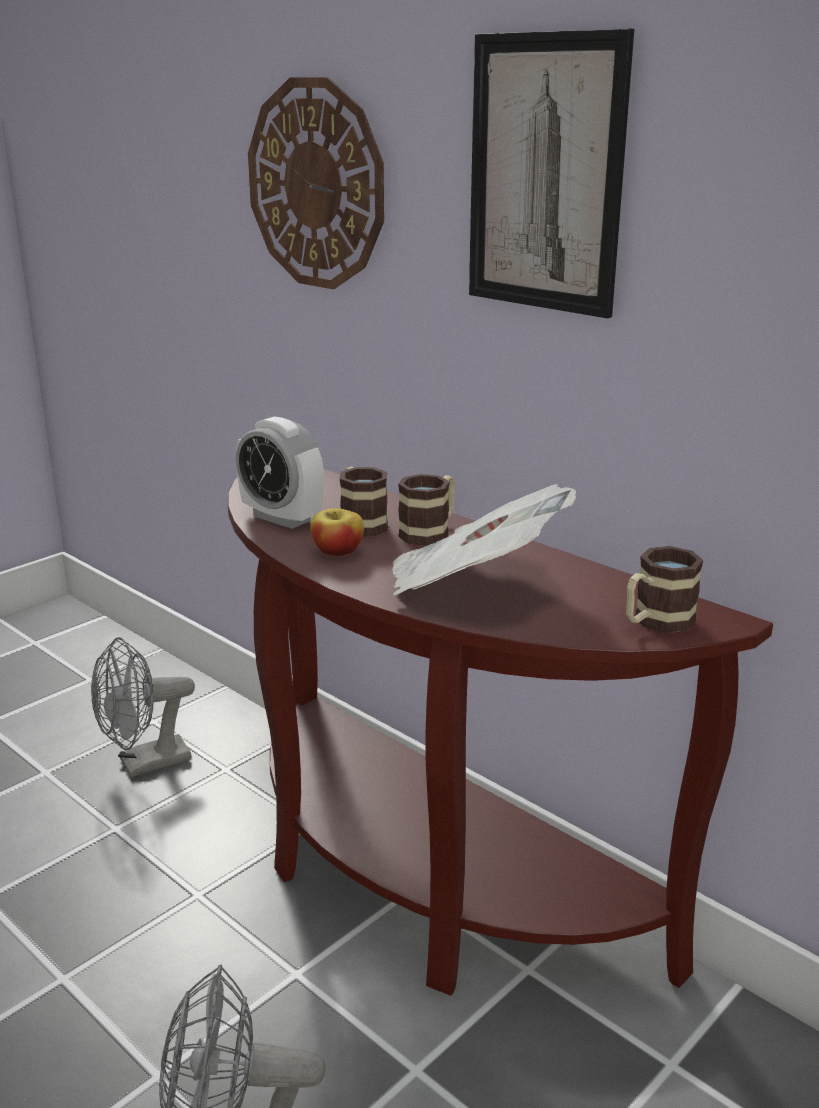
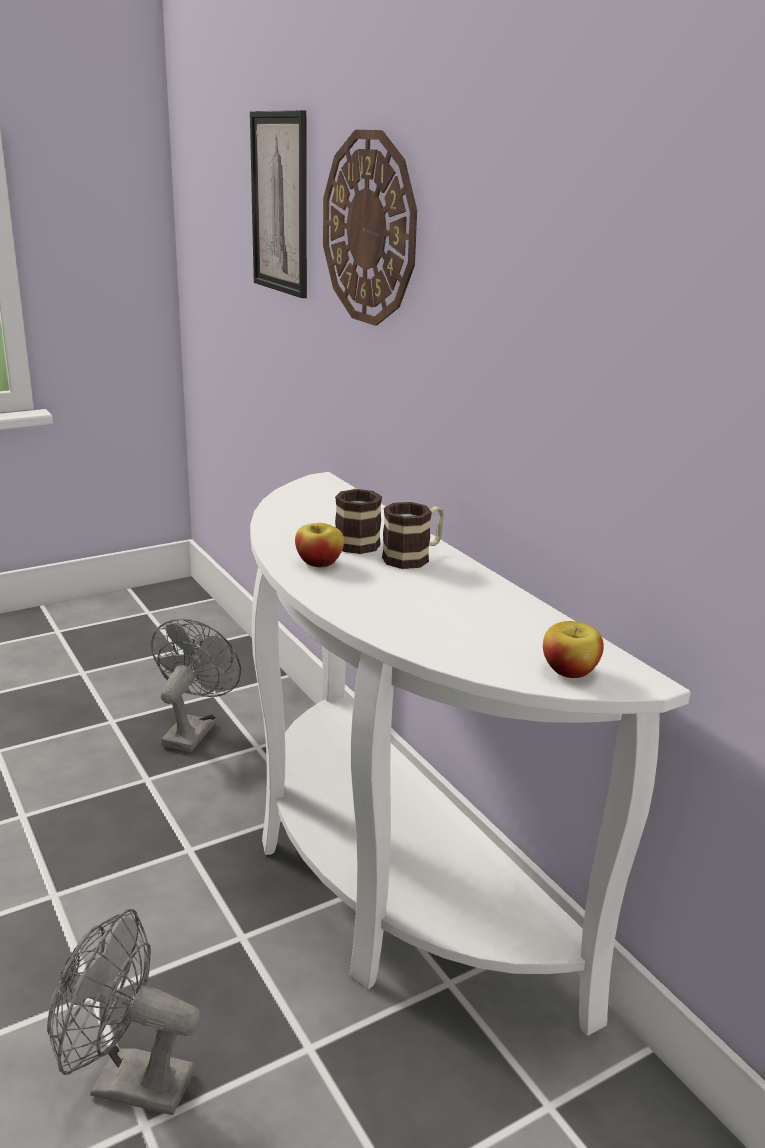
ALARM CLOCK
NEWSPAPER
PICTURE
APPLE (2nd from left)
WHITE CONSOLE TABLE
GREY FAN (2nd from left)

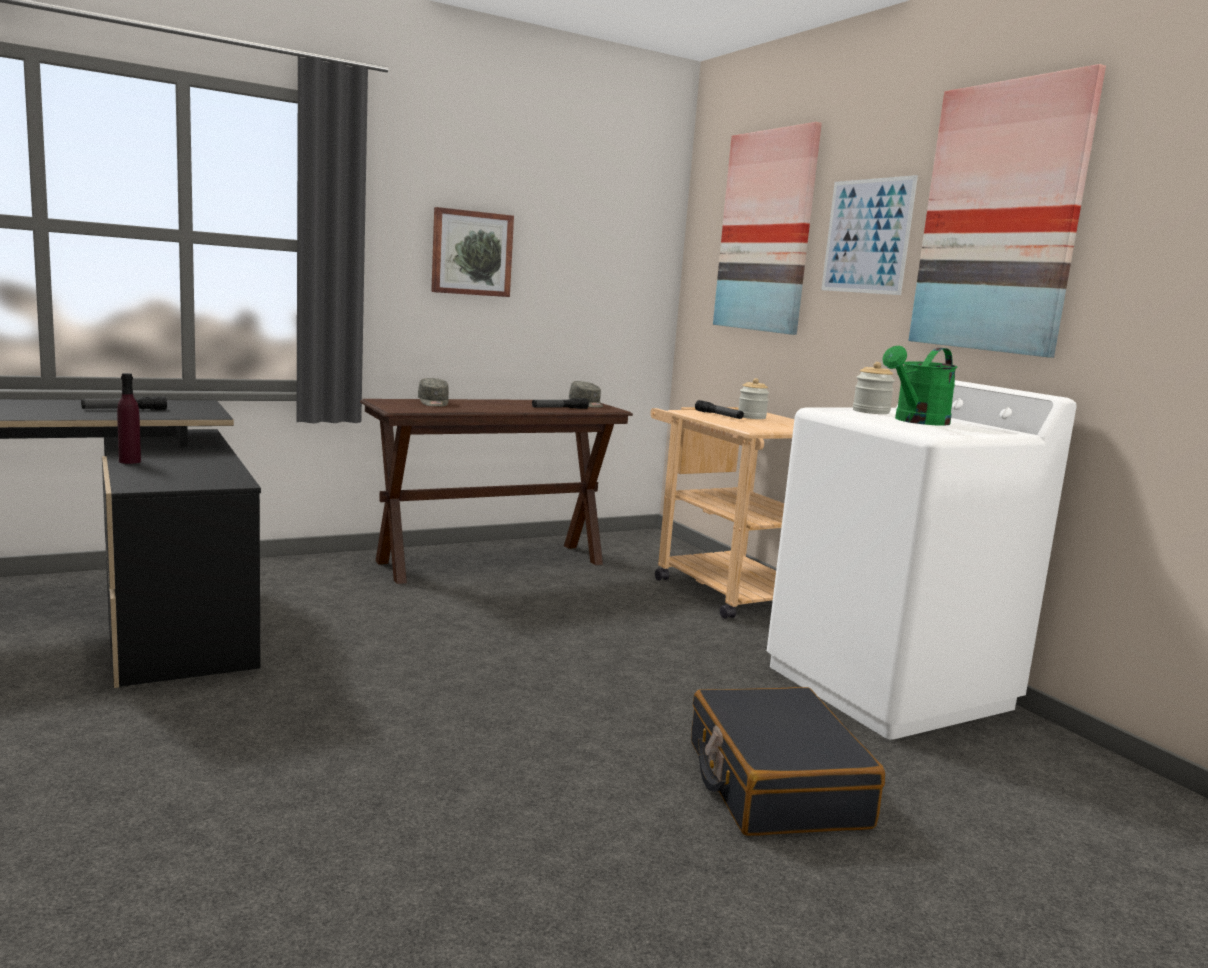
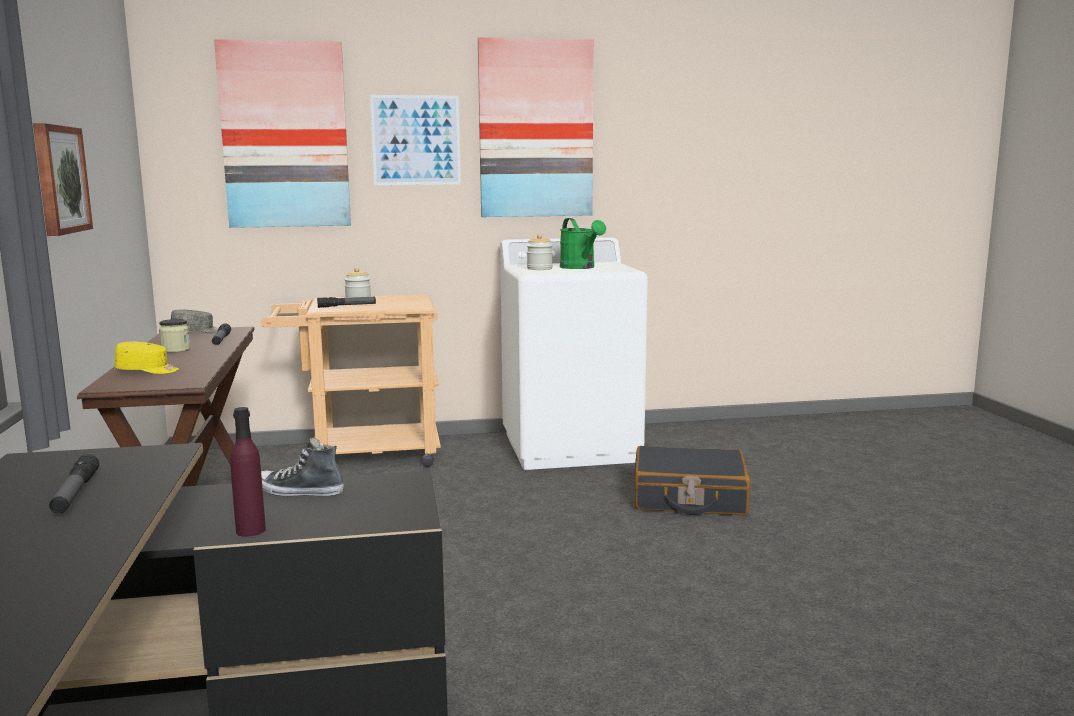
JAR (1st from left)
SHOE
YELLOW CAP

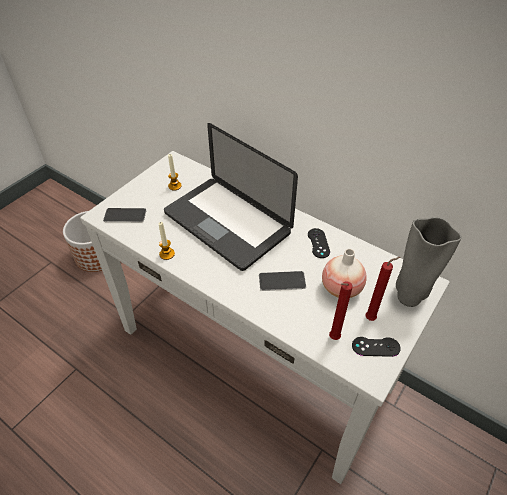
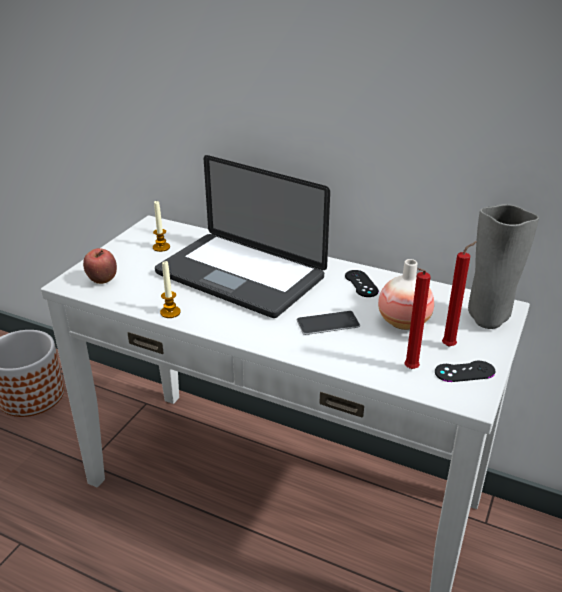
APPLE

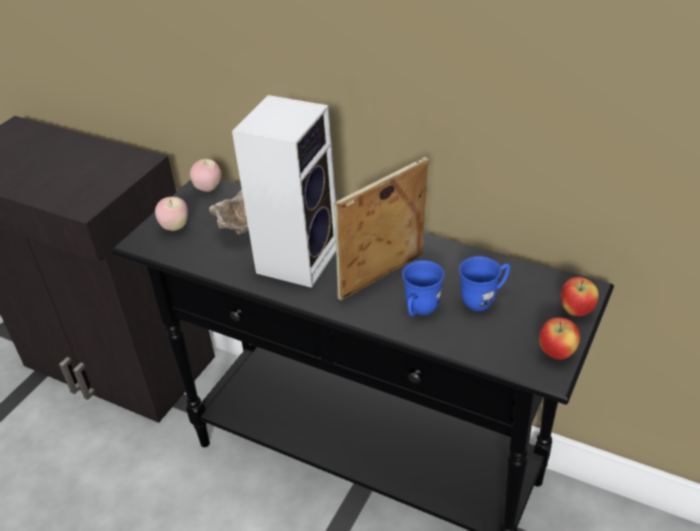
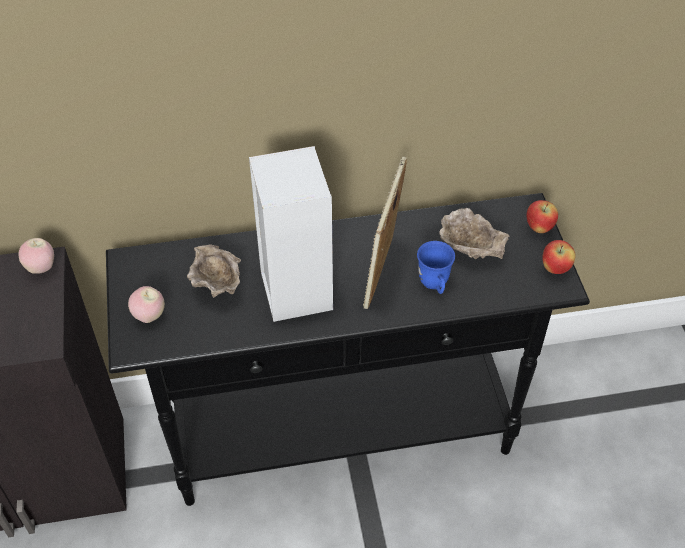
APPLE (1st from left)
BEIGE BOWL (2nd from left)

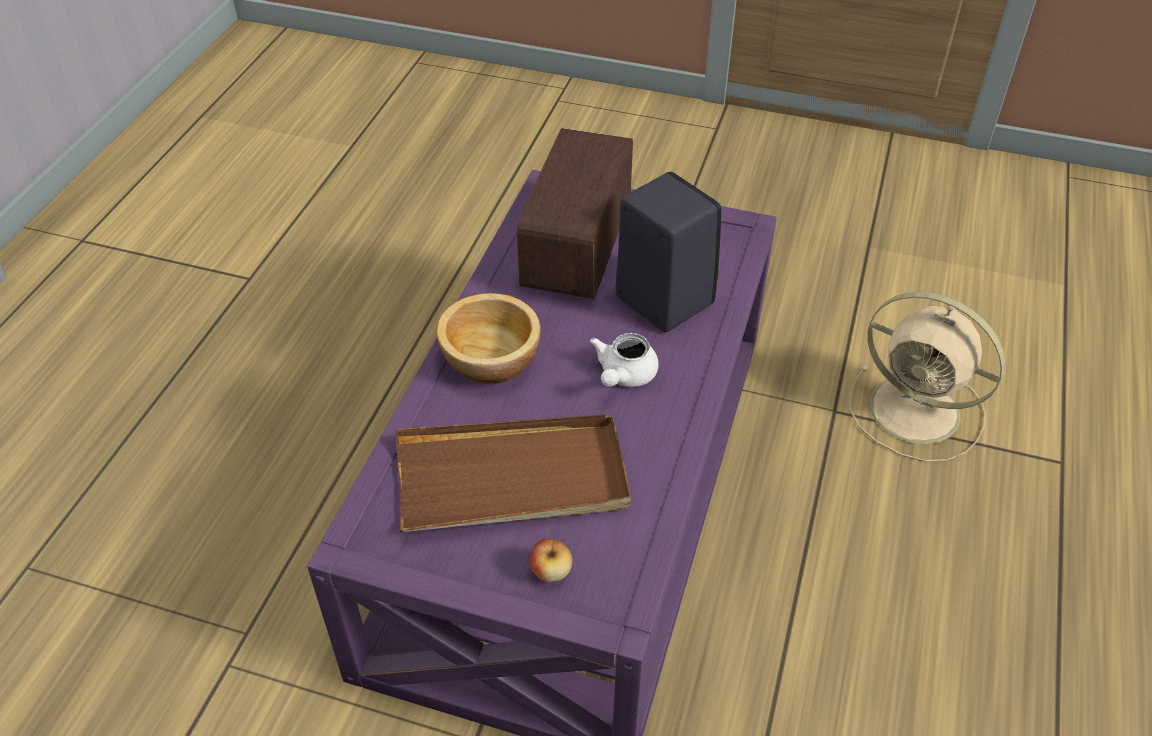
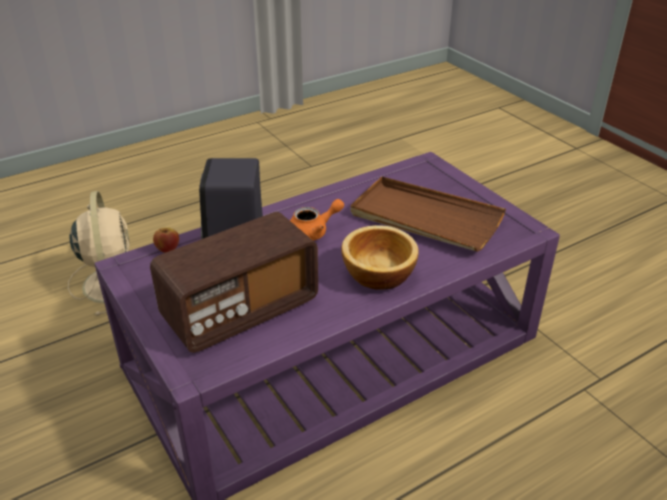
APPLE
ORANGE TEAPOT

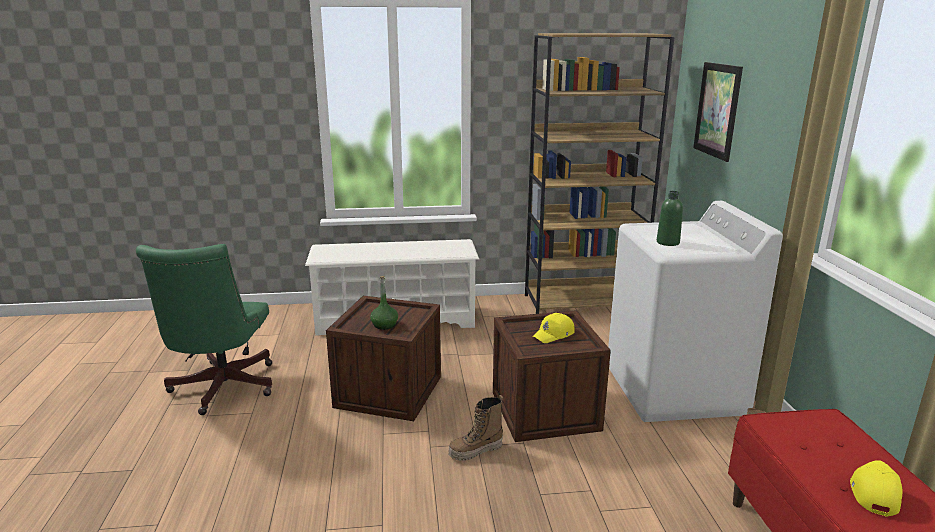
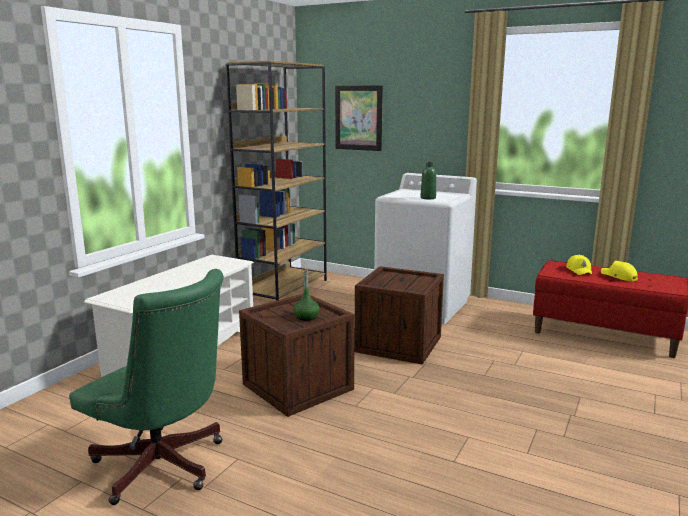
BOOT
YELLOW CAP (1st from left)

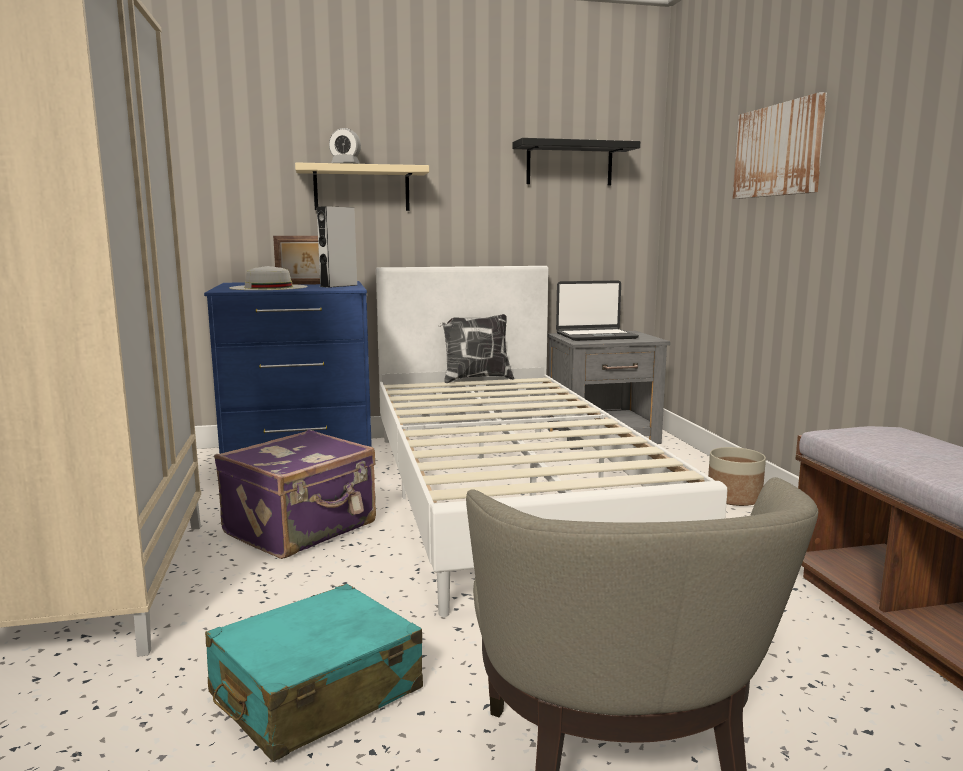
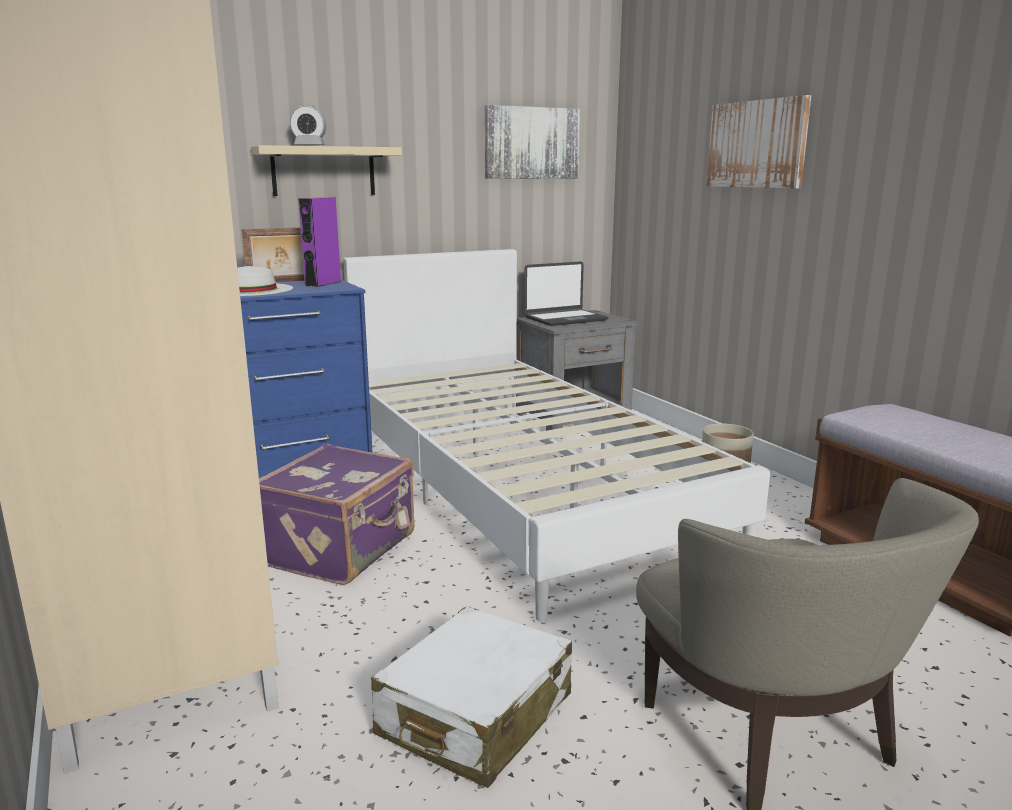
PILLOW
PICTURE (1st from left)
WHITE SUITCASE
PURPLE SPEAKER

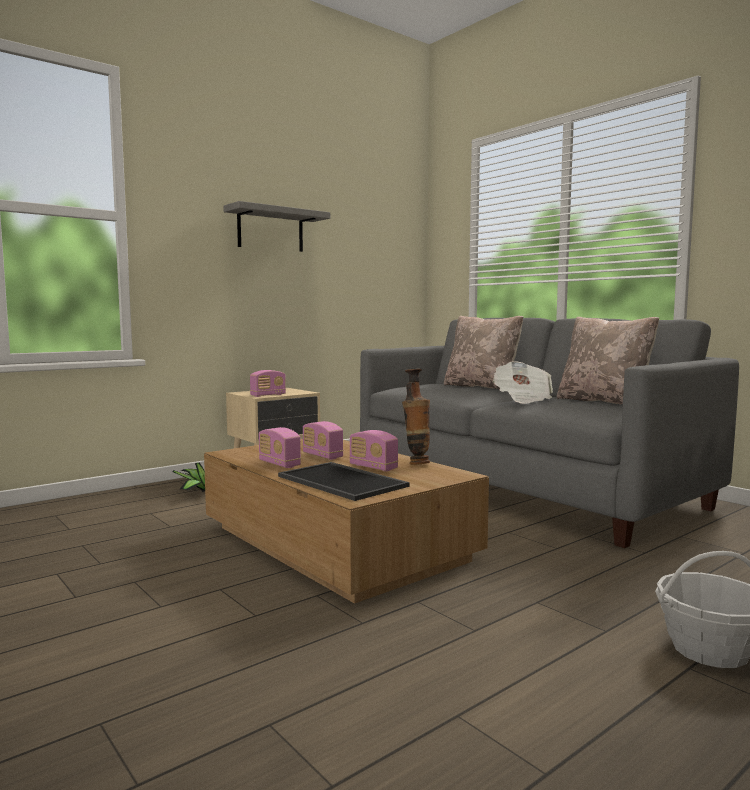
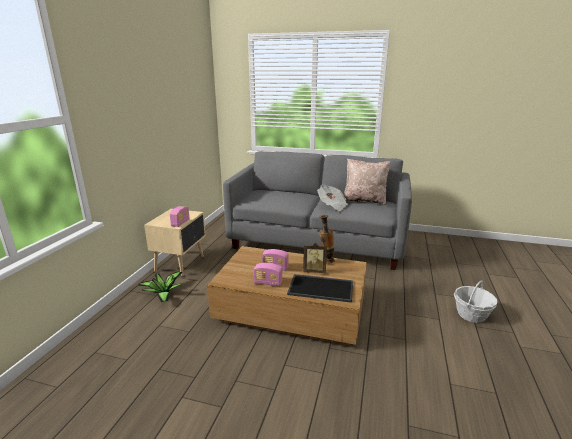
GREY SHELF
BEIGE PILLOW (1st from left in the first image)
PICTURE FRAME

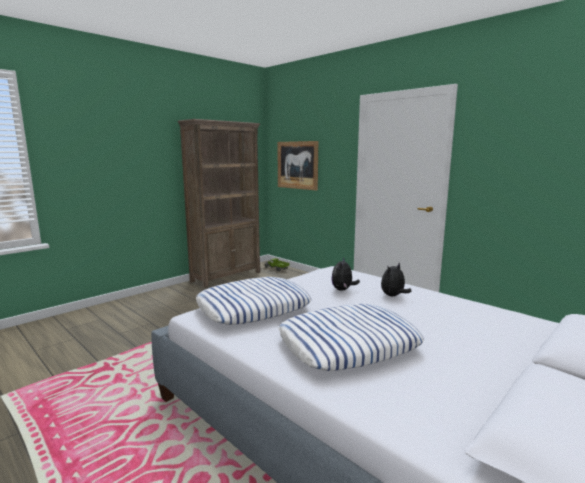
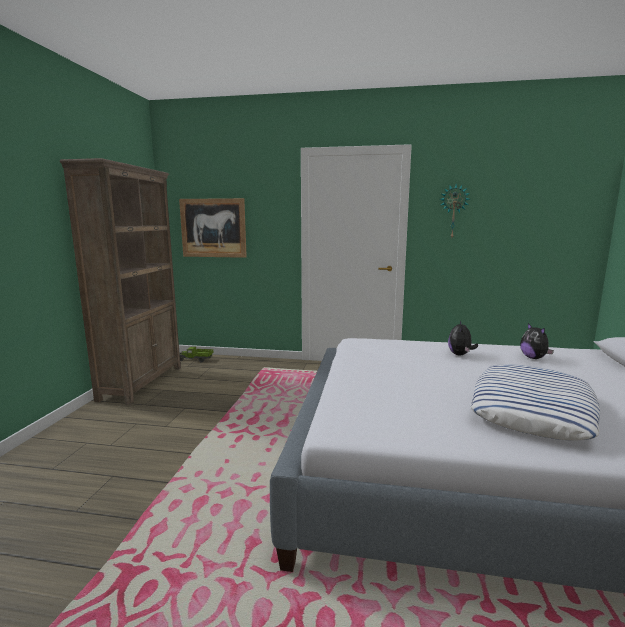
PILLOW (1st from left in the first image)
WALL CLOCK
PLUSH TOY (2nd from left)

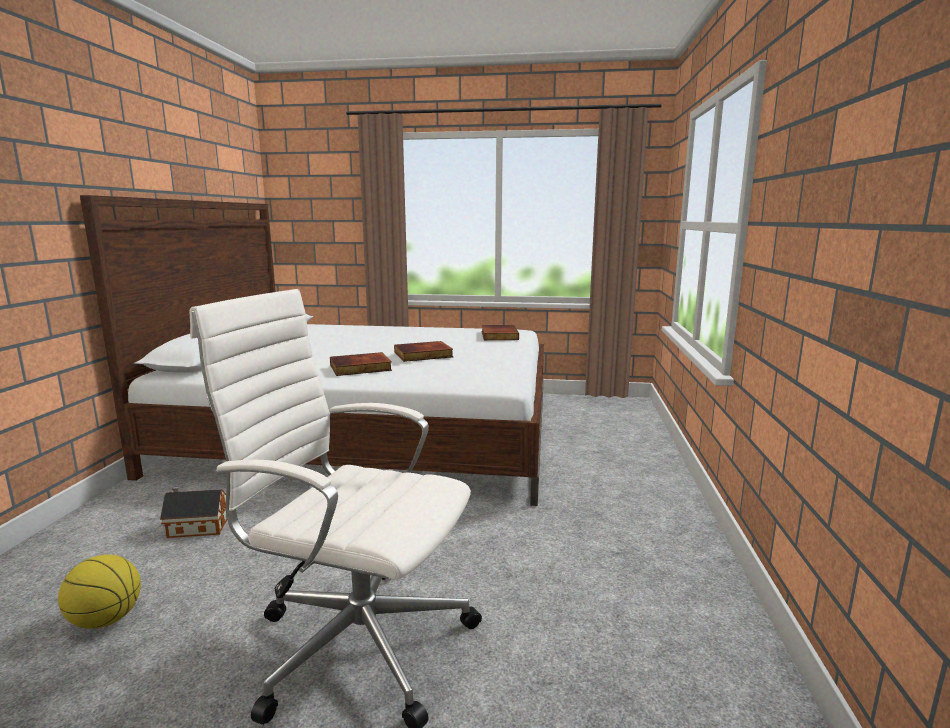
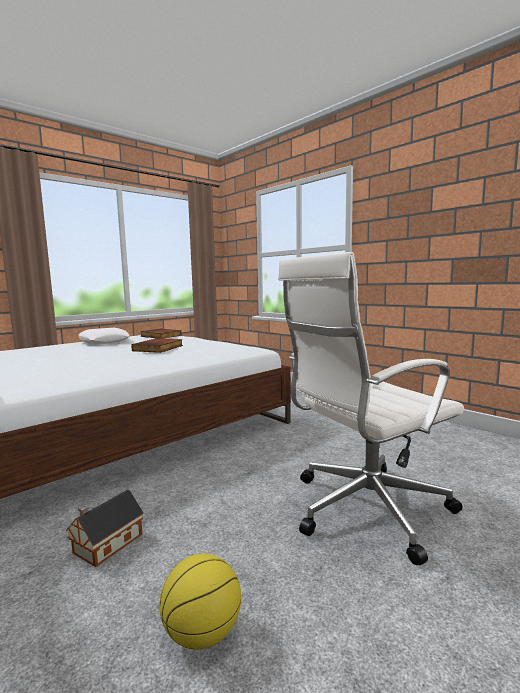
BOOK (1st from left in the first image)
WHITE PILLOW

